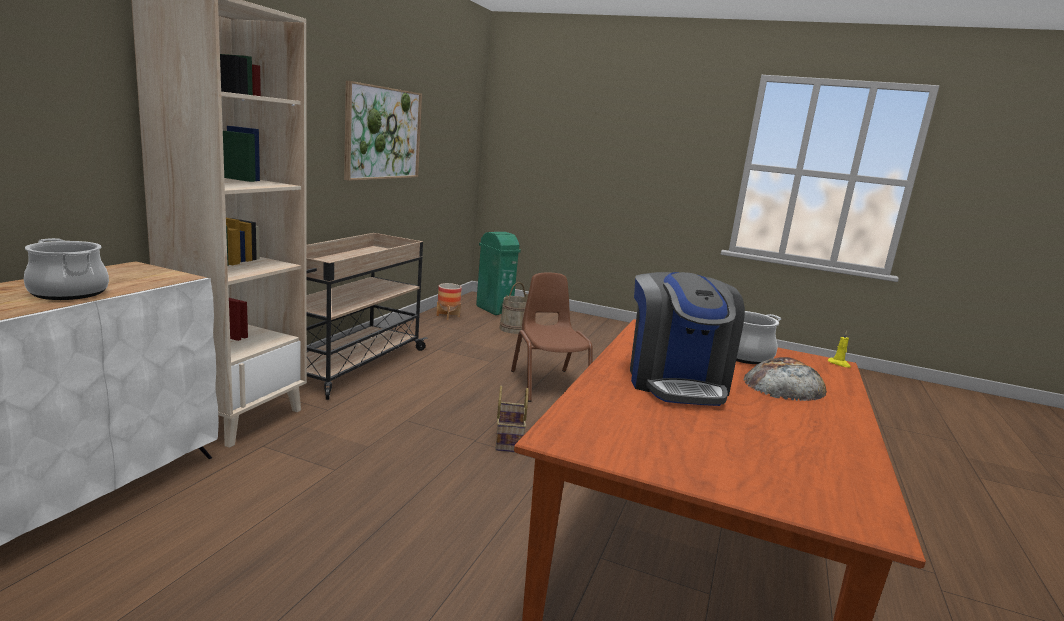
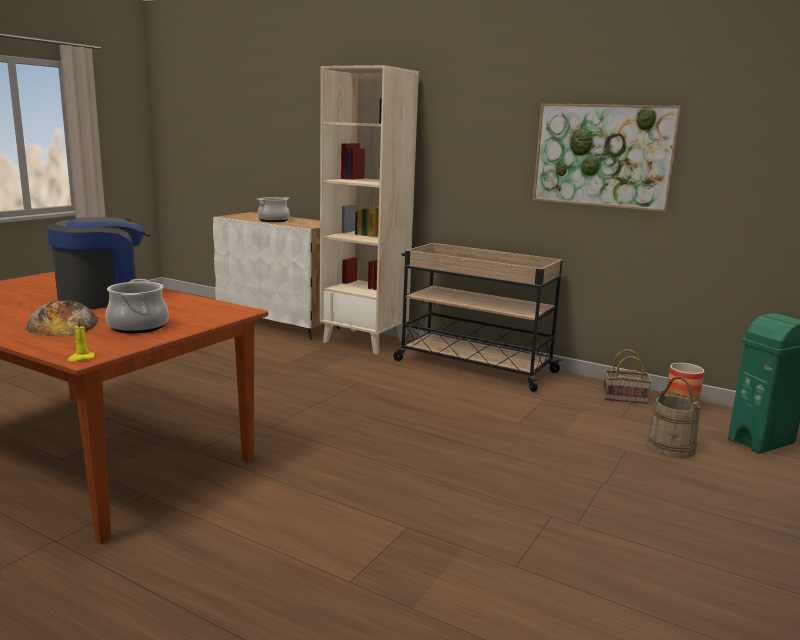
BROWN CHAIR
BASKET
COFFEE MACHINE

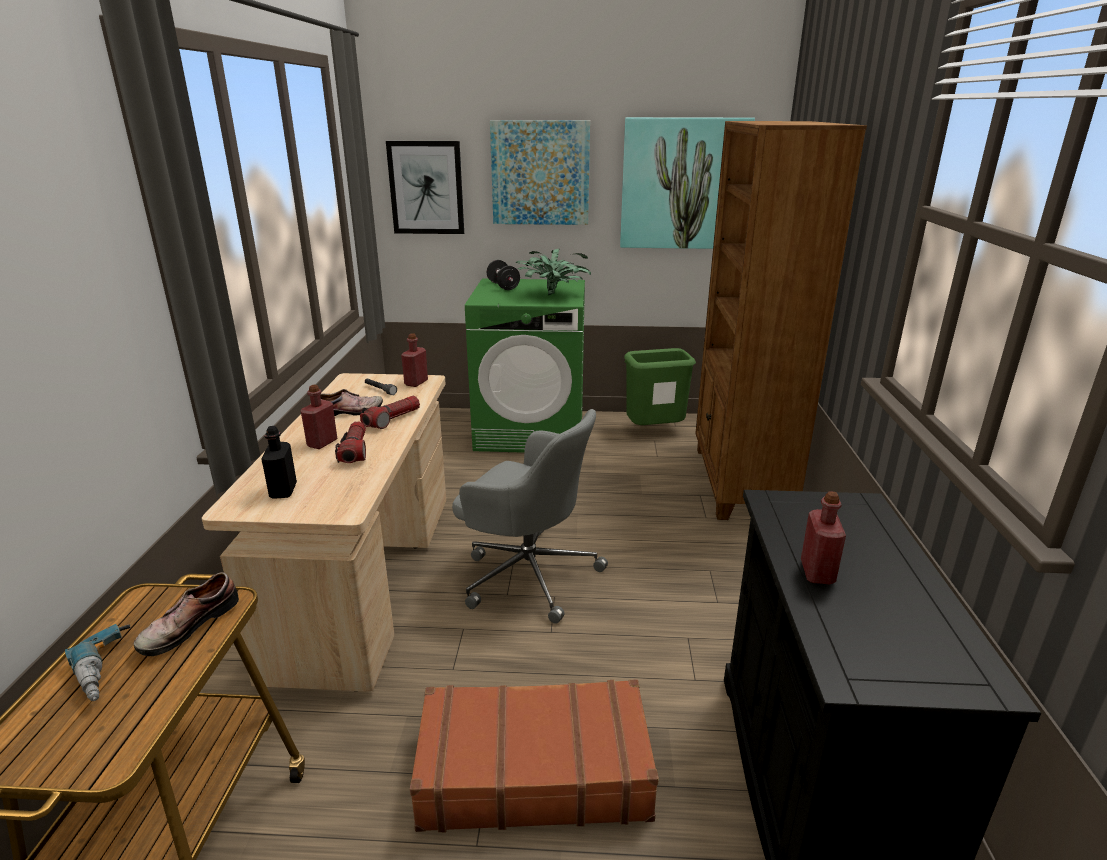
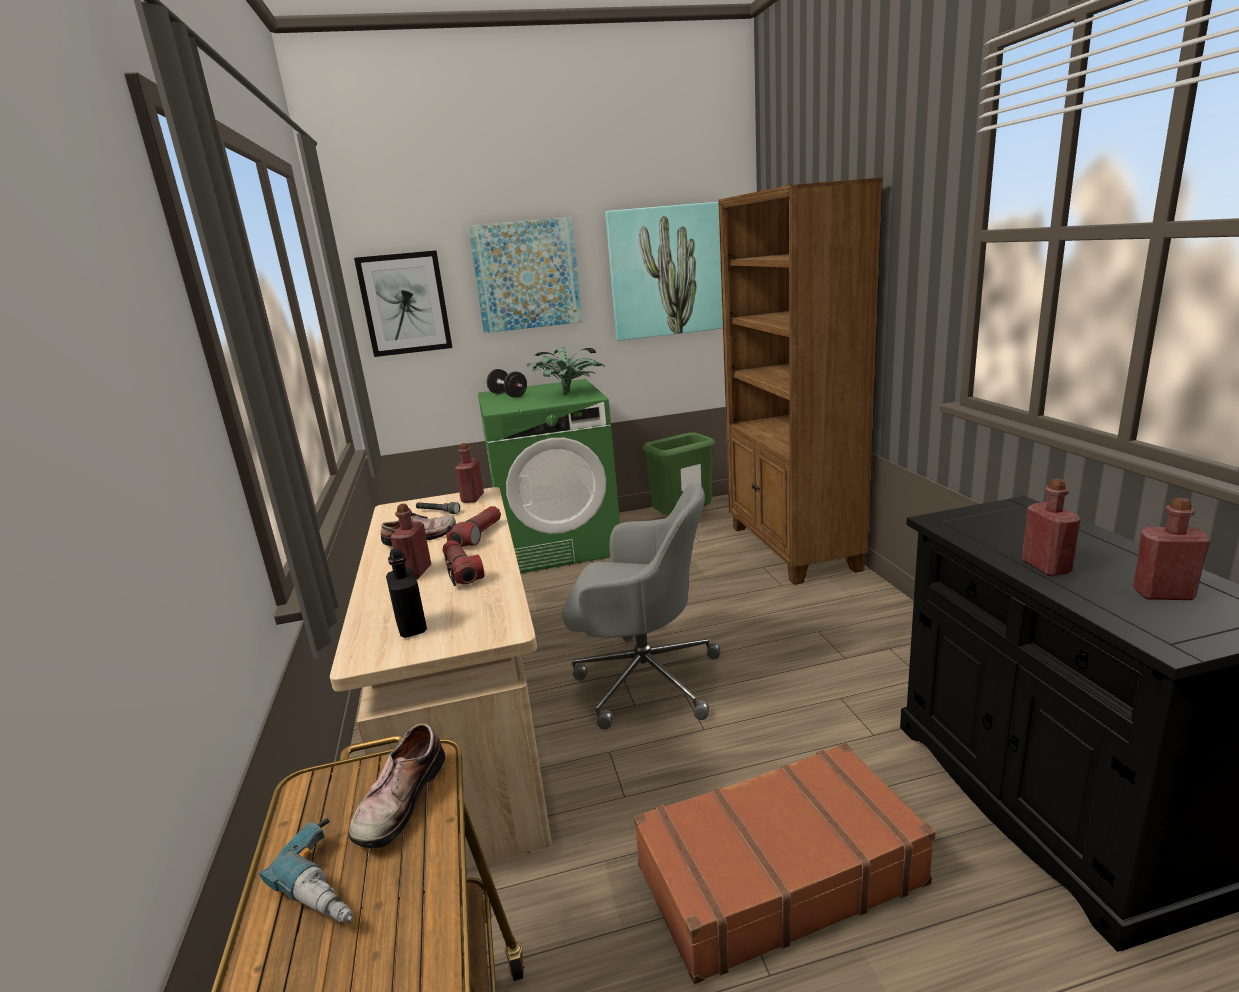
RED BOTTLE (4th from left)

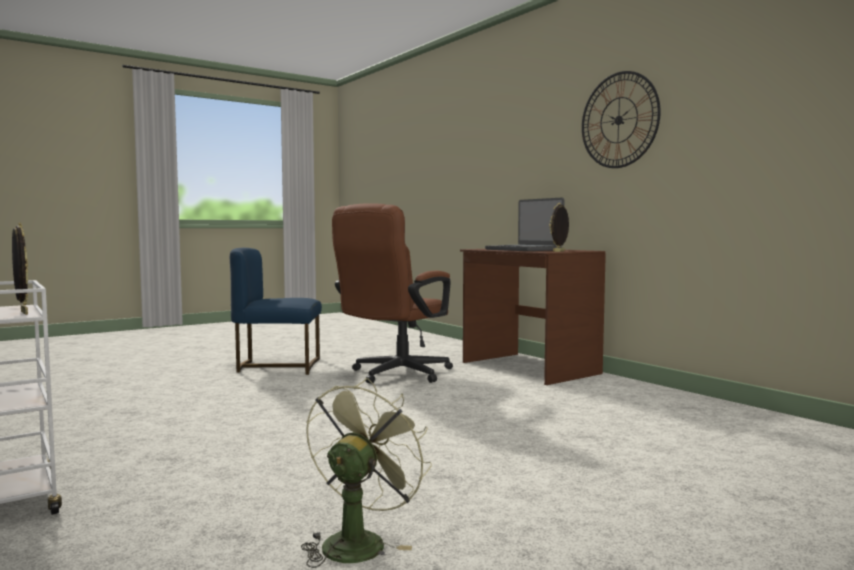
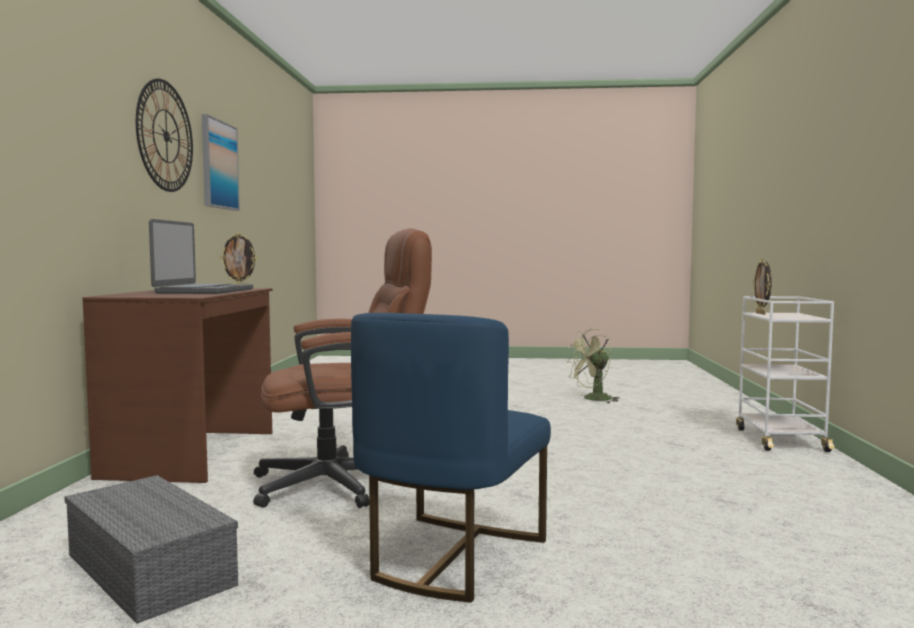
GREY STORAGE BOX
PICTURE
BLUE CHAIR

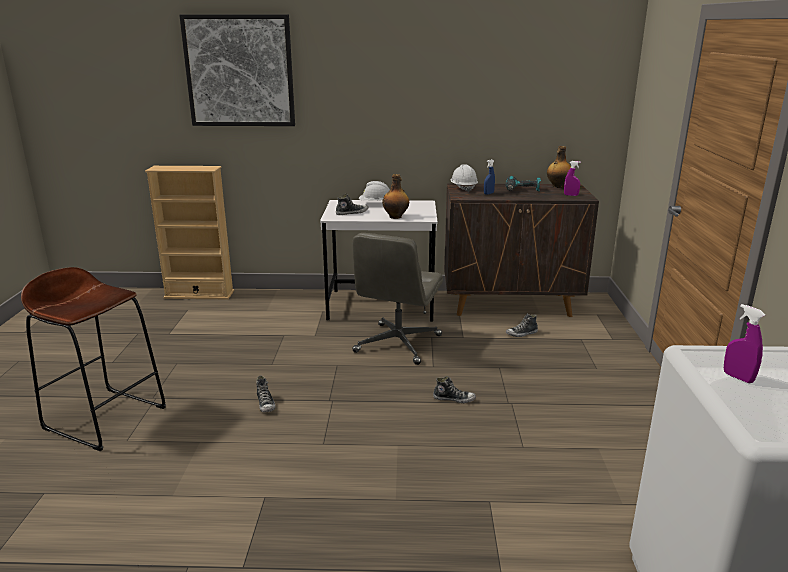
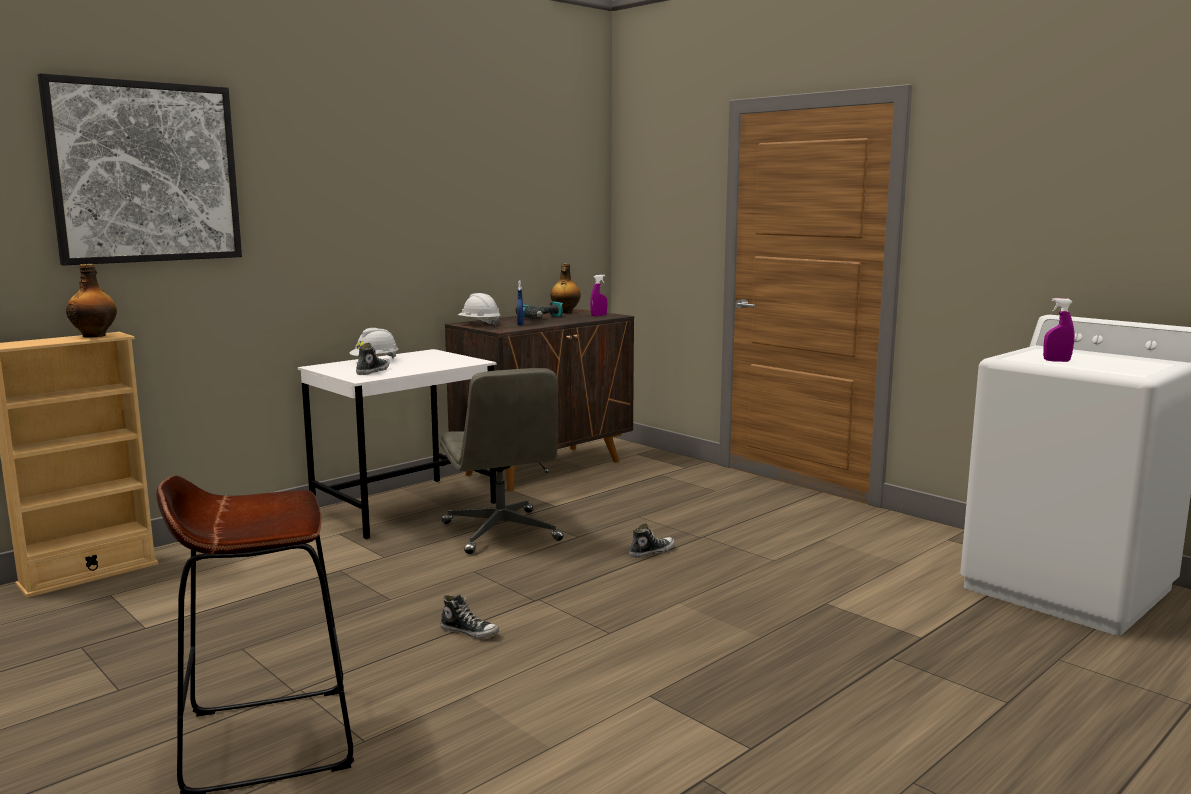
SHOE (4th from left in the first image)
BOTTLE (1st from left)

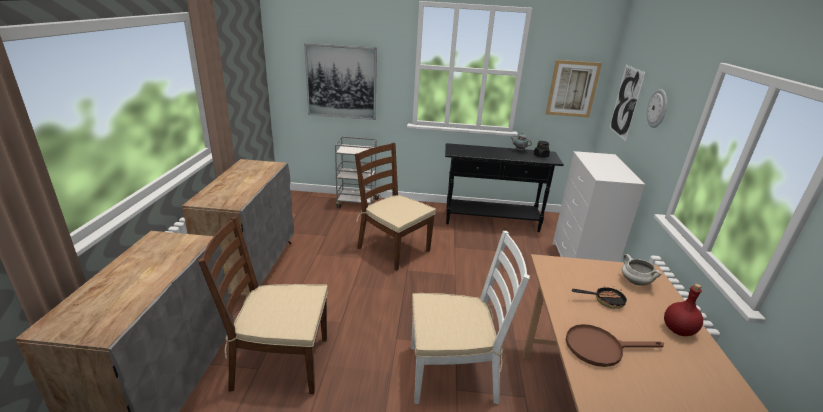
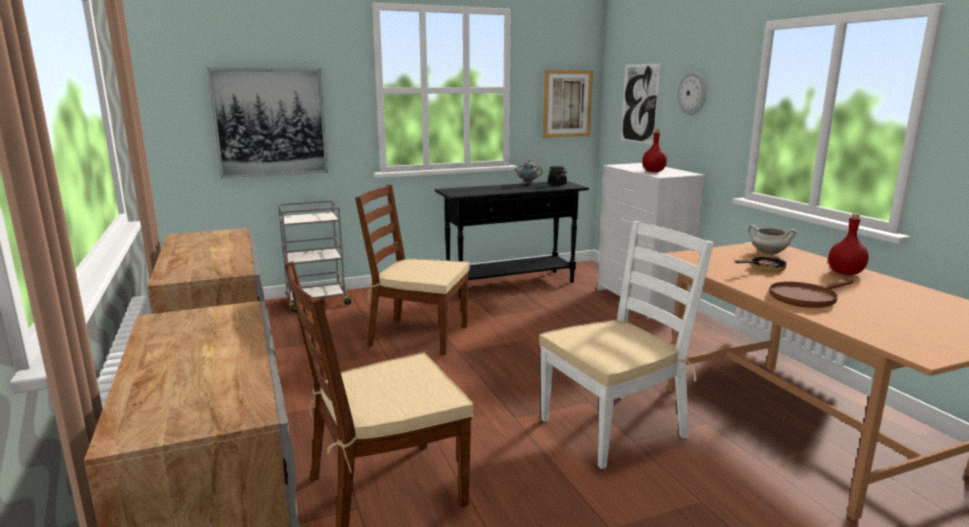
RED BOTTLE (1st from left)

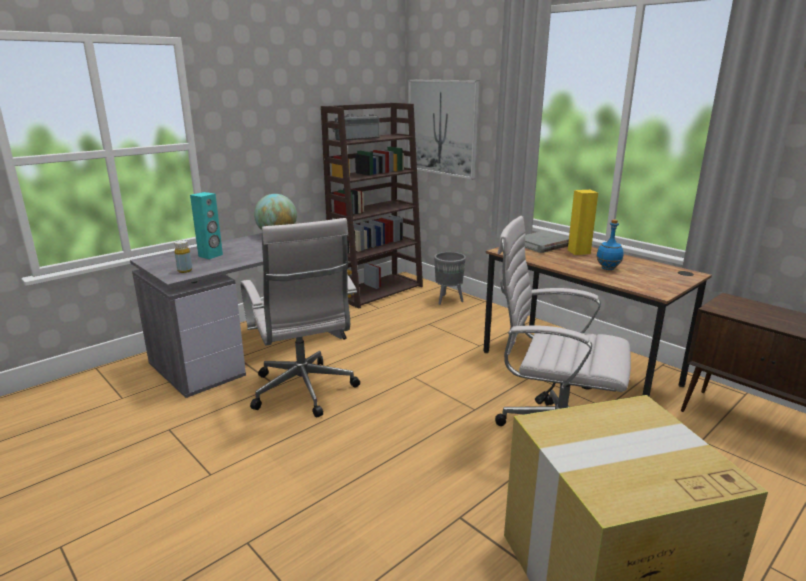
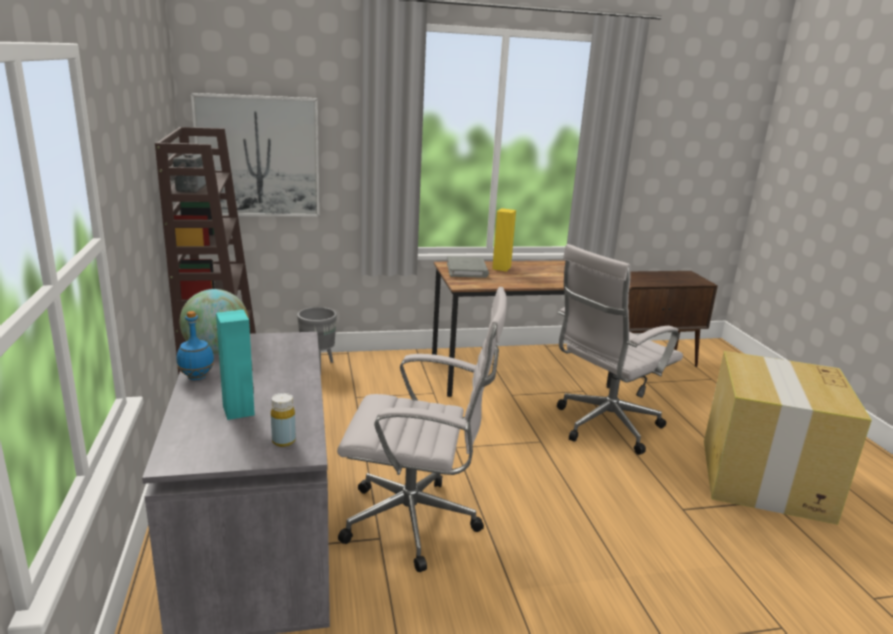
BLUE BOTTLE

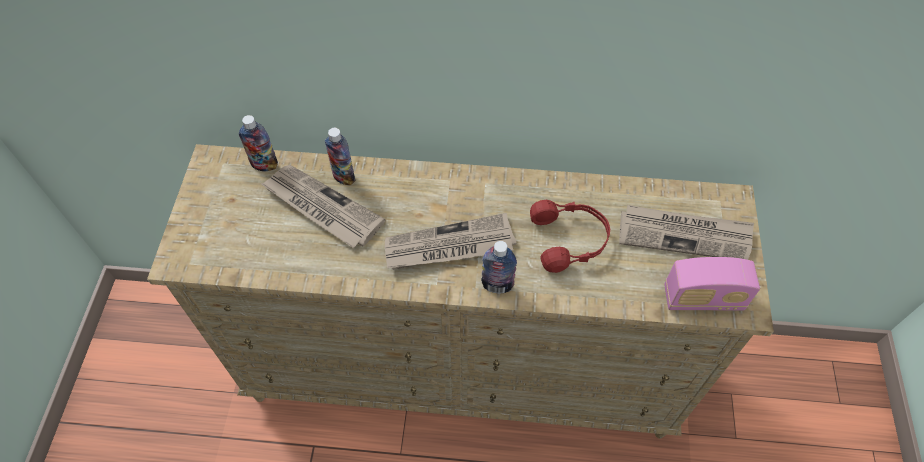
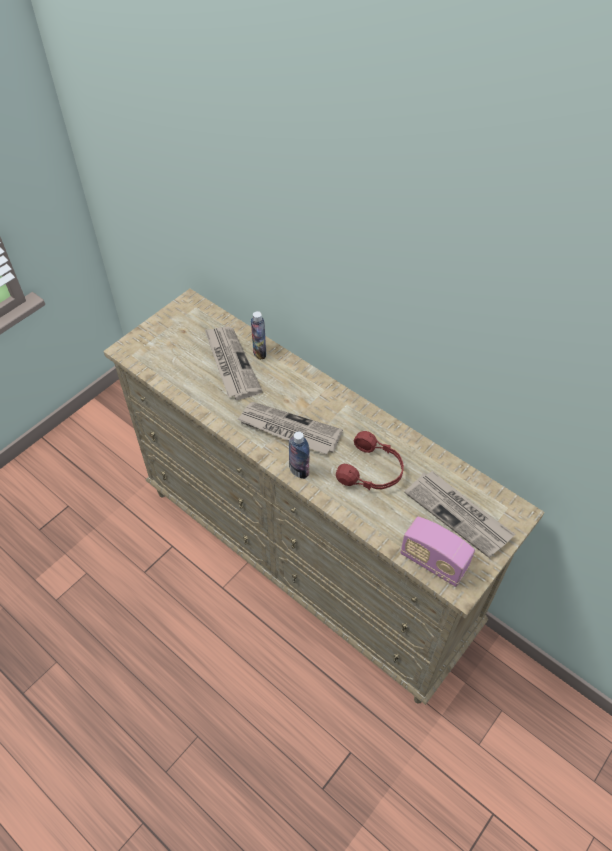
BOTTLE (1st from left in the first image)

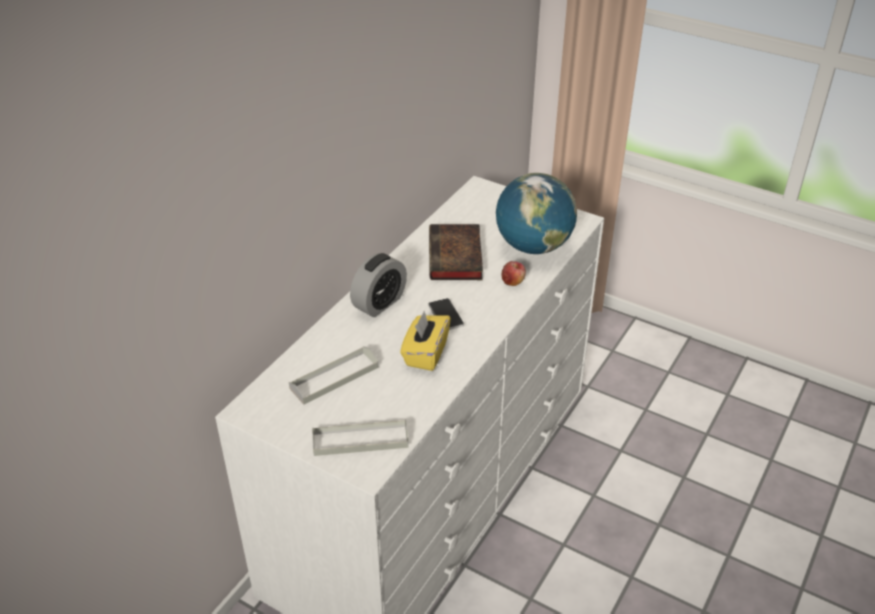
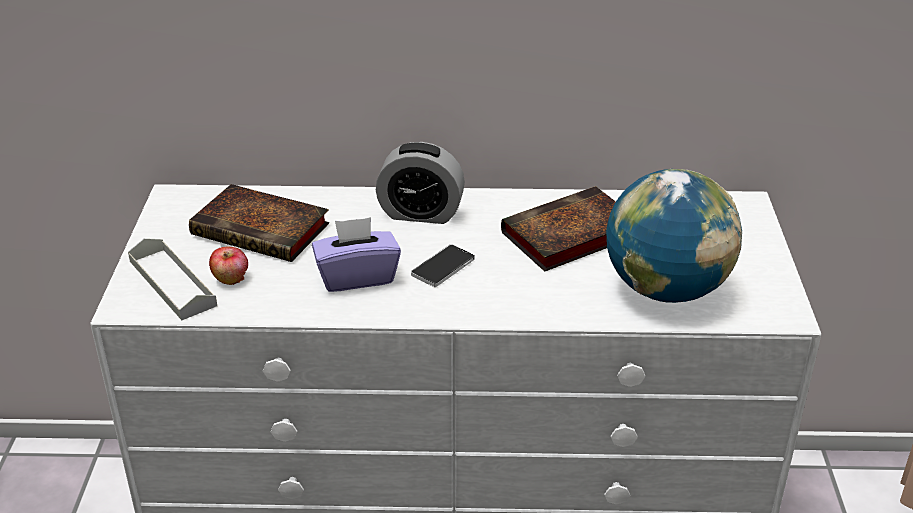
APPLE
BOOK (1st from left)
PURPLE TISSUE BOX

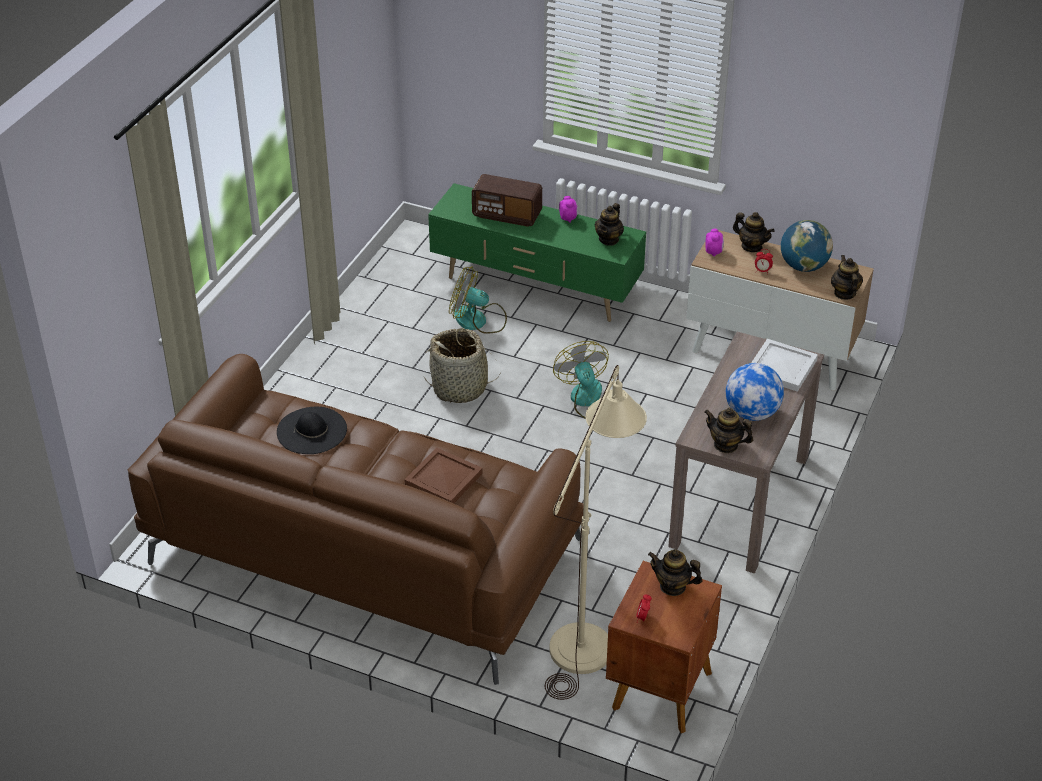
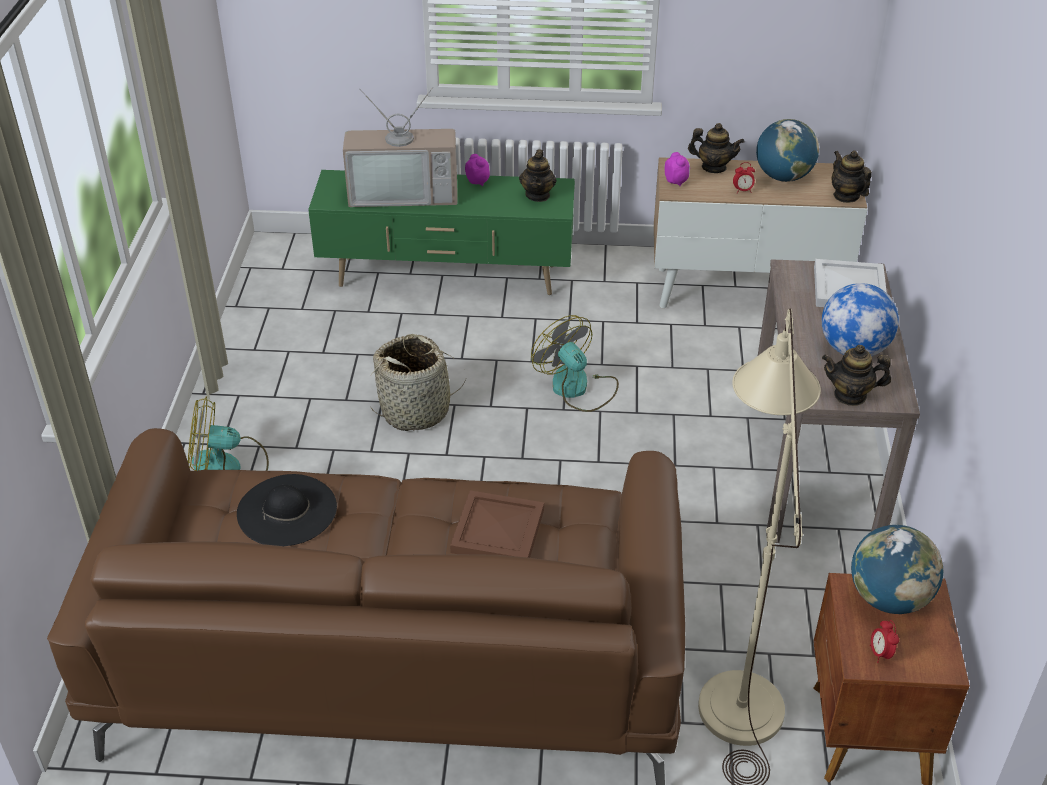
FAN (1st from left)
TELEVISION
GLOBE (3rd from left)

